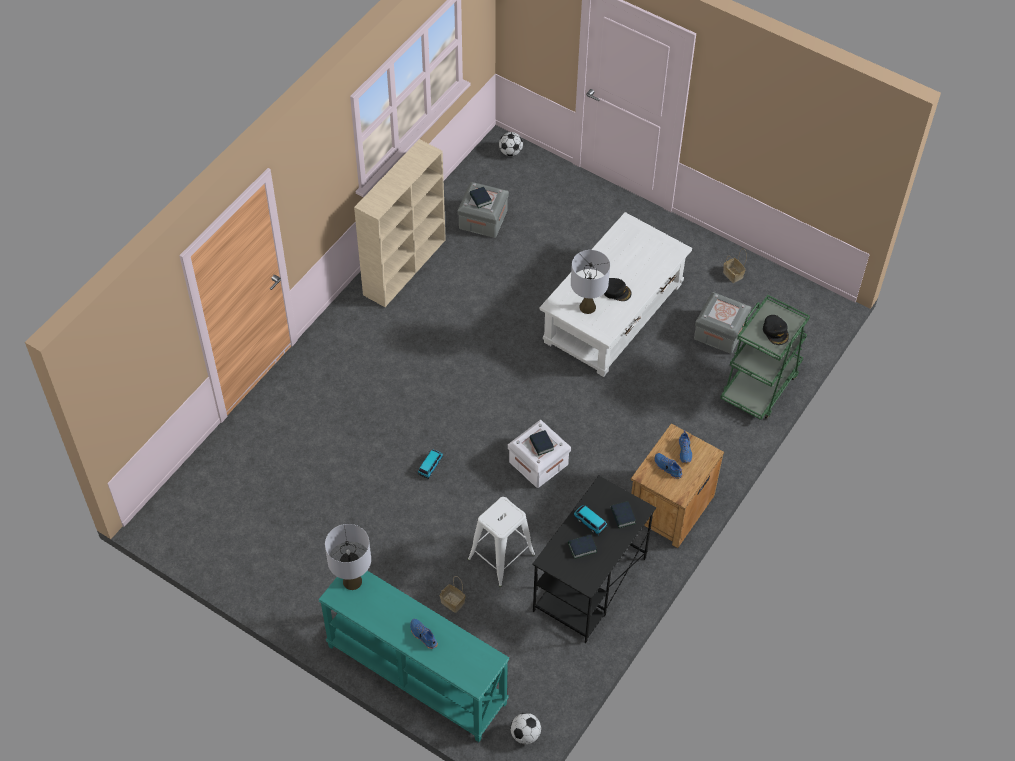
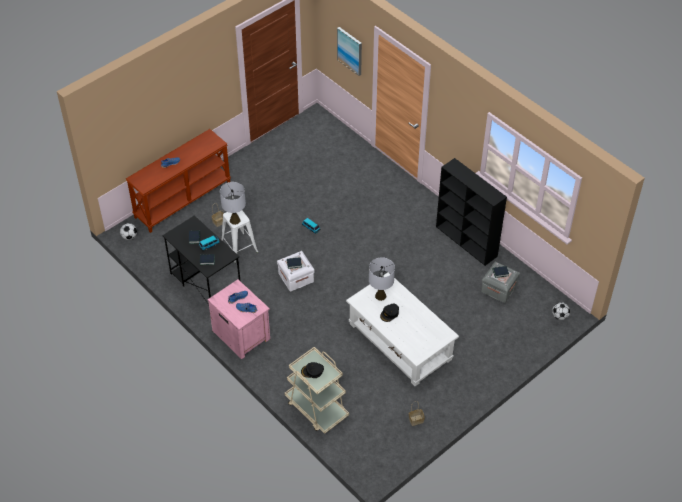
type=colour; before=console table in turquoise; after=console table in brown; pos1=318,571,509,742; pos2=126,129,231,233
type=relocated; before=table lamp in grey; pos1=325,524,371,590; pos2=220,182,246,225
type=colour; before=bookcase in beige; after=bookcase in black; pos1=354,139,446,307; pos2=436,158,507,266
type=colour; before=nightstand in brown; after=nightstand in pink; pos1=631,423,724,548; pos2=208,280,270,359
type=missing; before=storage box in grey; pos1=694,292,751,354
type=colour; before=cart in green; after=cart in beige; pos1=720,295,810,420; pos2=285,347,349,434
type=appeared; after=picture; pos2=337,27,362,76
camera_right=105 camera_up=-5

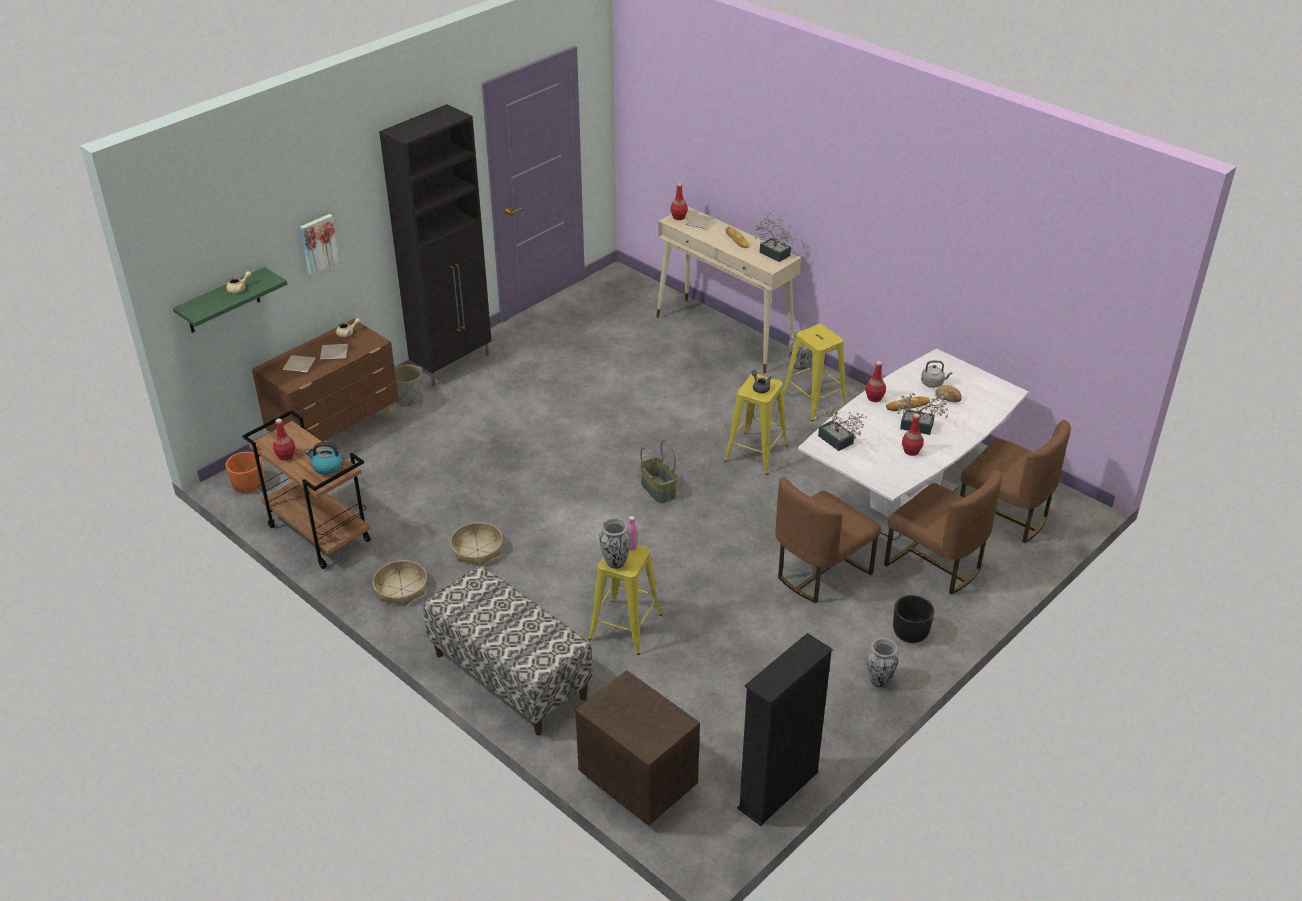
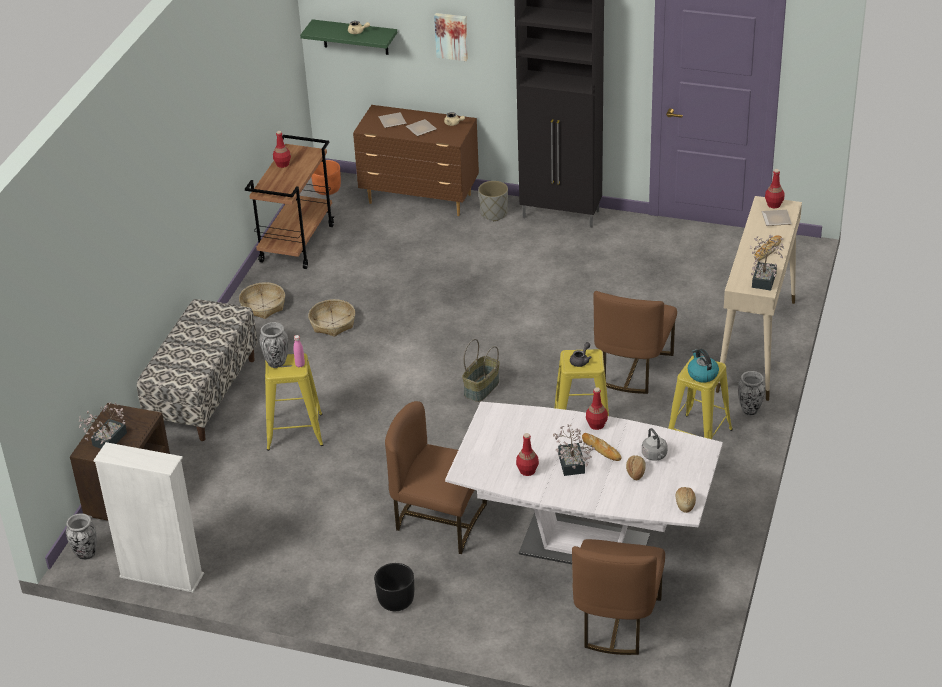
type=relocated; before=kettle; pos1=305,442,344,475; pos2=688,349,719,382
type=colour; before=bookcase in black; after=bookcase in white; pos1=737,633,833,826; pos2=93,442,204,592
type=relocated; before=potted plant; pos1=813,404,867,451; pos2=79,402,127,449
type=relocated; before=vase; pos1=867,638,899,687; pos2=66,513,97,560
type=relocated; before=chair in brown; pos1=884,469,1002,595; pos2=594,291,677,394
type=appeared; after=bread; pos2=676,487,696,513
camera_right=65 camera_up=0

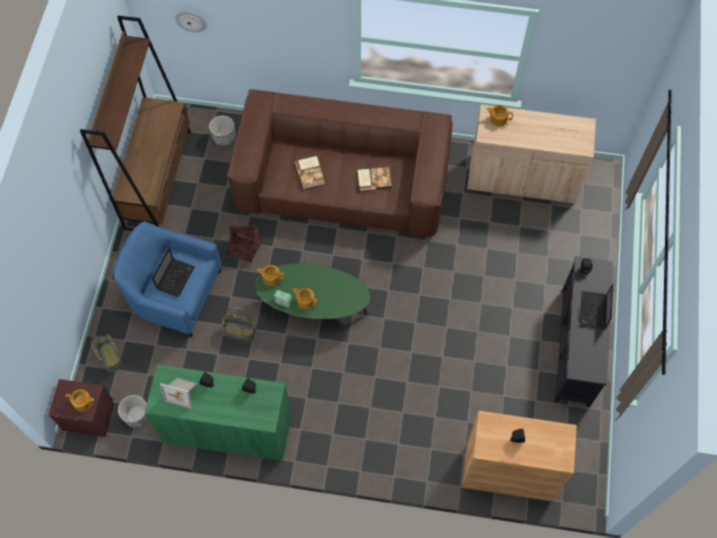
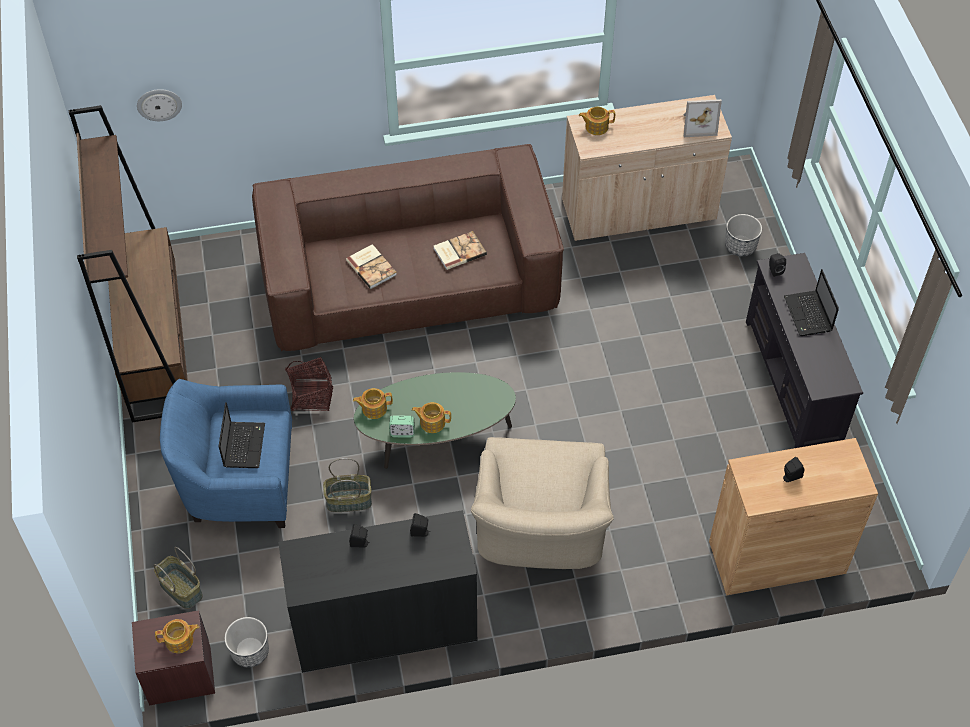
type=colour; before=cabinet in green; after=cabinet in black; pos1=145,364,291,461; pos2=278,510,477,673
type=relocated; before=picture frame; pos1=160,378,197,409; pos2=684,99,722,137
type=relocated; before=planter; pos1=209,116,235,146; pos2=725,214,762,257
type=appeared; after=armchair in beige; pos2=471,437,614,569
camera_right=-20 camera_up=-10

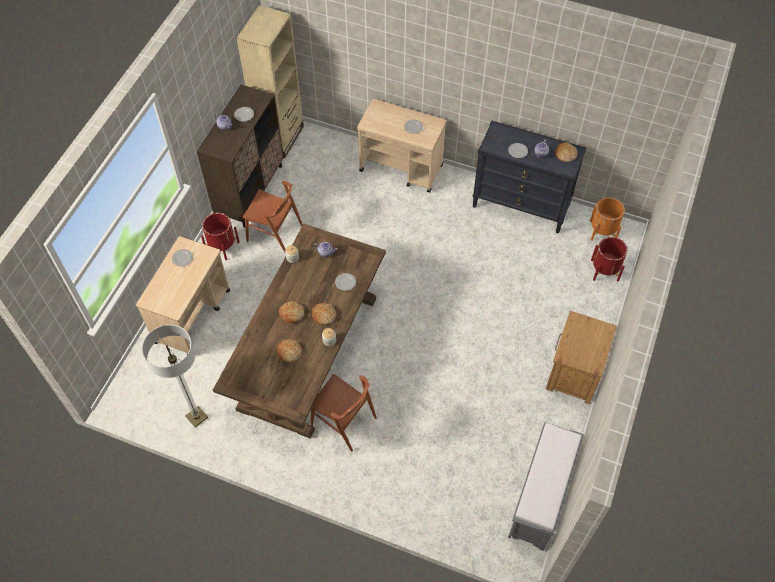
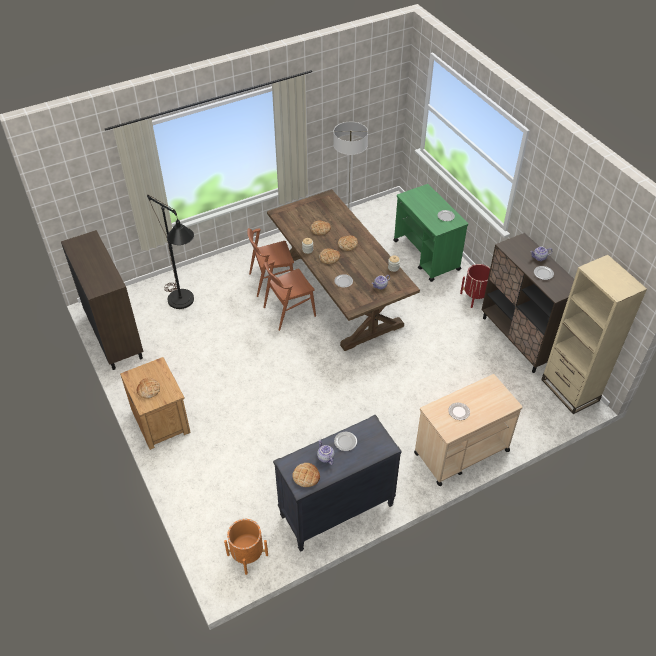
type=colour; before=cart in beige; after=cart in green; pos1=136,236,230,354; pos2=393,184,468,282
type=relocated; before=chair in brown; pos1=243,181,303,254; pos2=264,260,316,331
type=exchanged; before=bench in grey; after=cabinet in brown; pos1=508,422,584,551; pos2=61,230,144,370
type=missing; before=planter in red; pos1=591,237,627,281
type=appeared; after=bread; pos2=137,378,160,399
type=appeared; after=floor lamp in black; pos2=147,195,194,309
camera_right=130 camera_up=-10

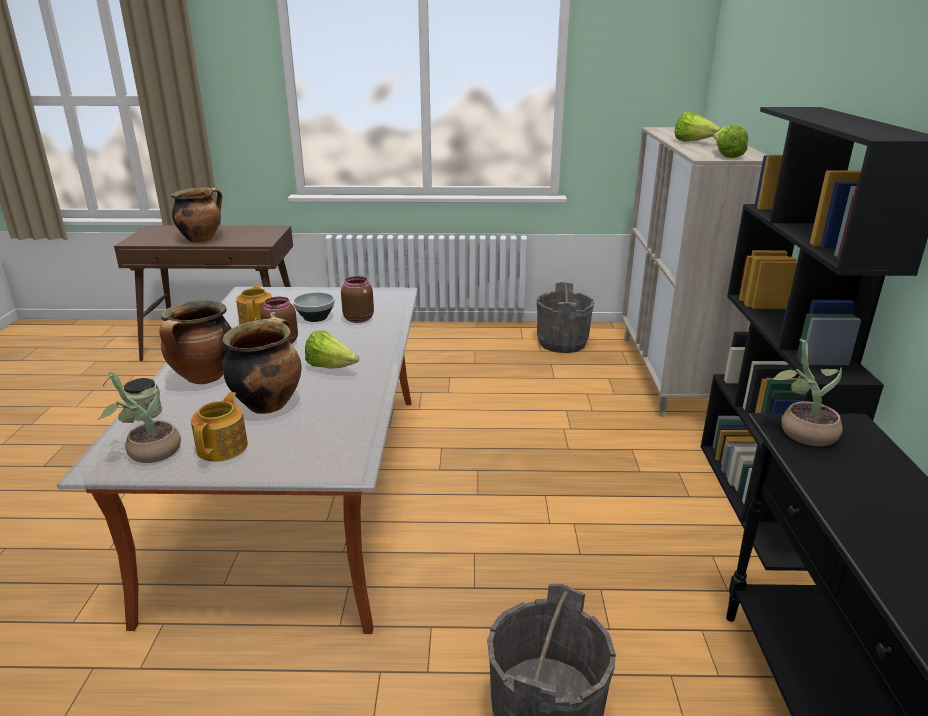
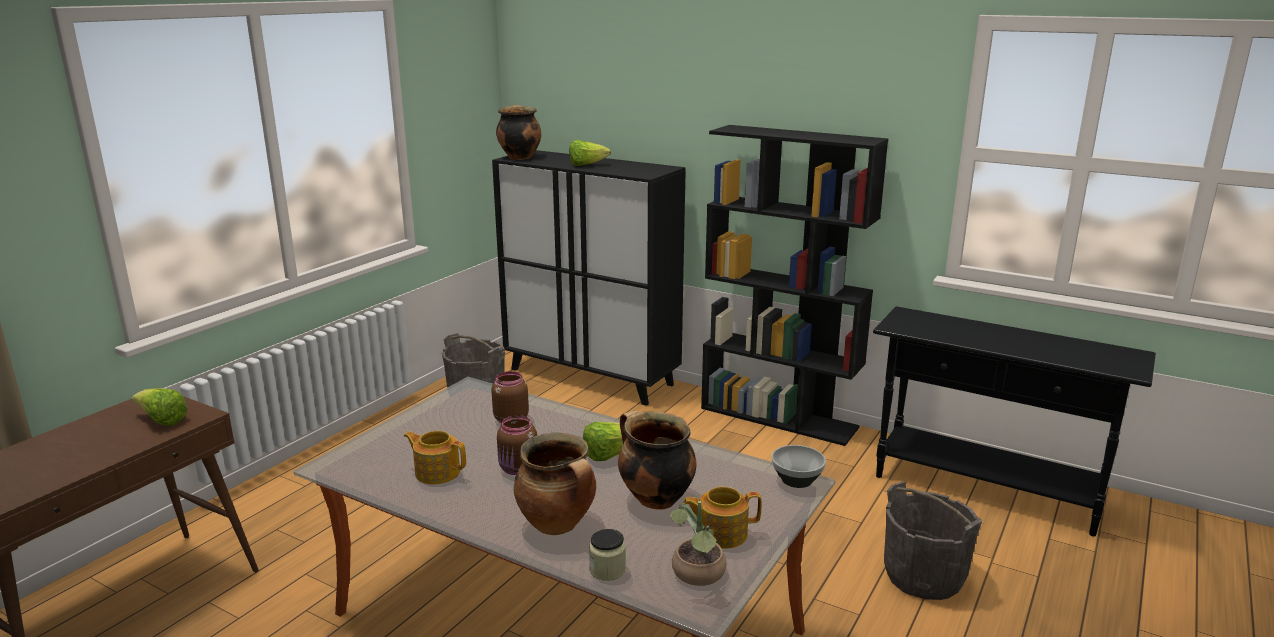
type=relocated; before=cooking pot; pos1=171,187,222,243; pos2=496,105,541,160
type=spun; before=teapot; pos1=191,392,248,461; pos2=683,486,762,548; turn=-45
type=relocated; before=bowl; pos1=293,292,335,322; pos2=771,445,826,488
type=colour; before=cabinet in beige; after=cabinet in black; pos1=622,127,766,417; pos2=492,150,685,406
type=relocated; before=lettuce; pos1=713,124,748,158; pos2=132,388,188,426
type=missing; before=potted plant; pos1=770,338,843,446
camera_right=-60 camera_up=-5

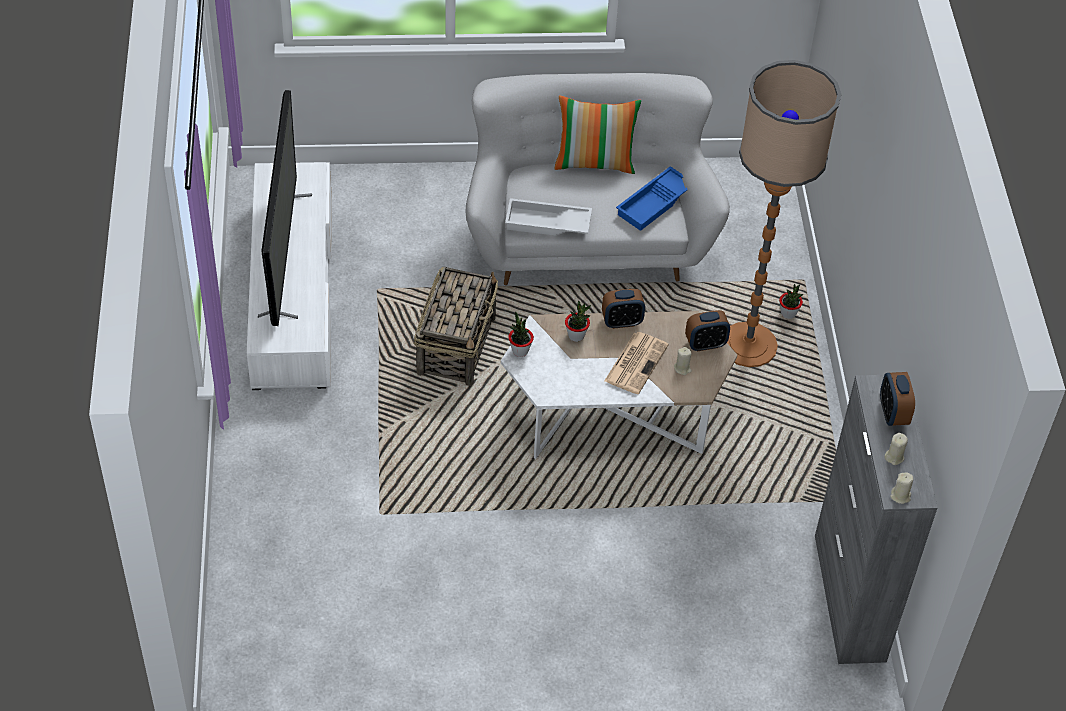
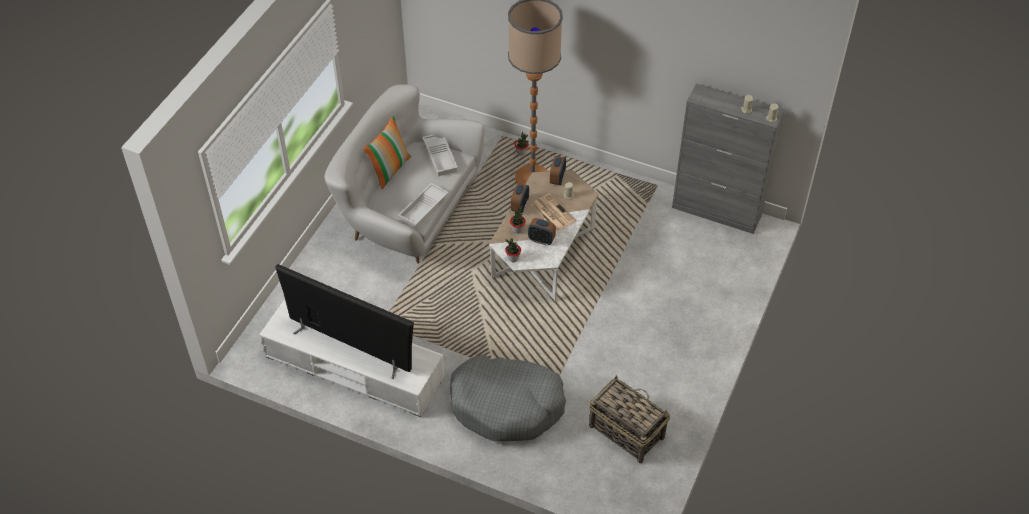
type=relocated; before=basket; pos1=414,267,498,386; pos2=589,375,670,463
type=colour; before=tray in blue; after=tray in white; pos1=616,166,688,231; pos2=422,135,458,176
type=relocated; before=alarm clock; pos1=880,372,915,426; pos2=528,218,556,246
type=appeared; after=dog bed in grey; pos2=450,355,566,442
camera_right=-60 camera_up=0

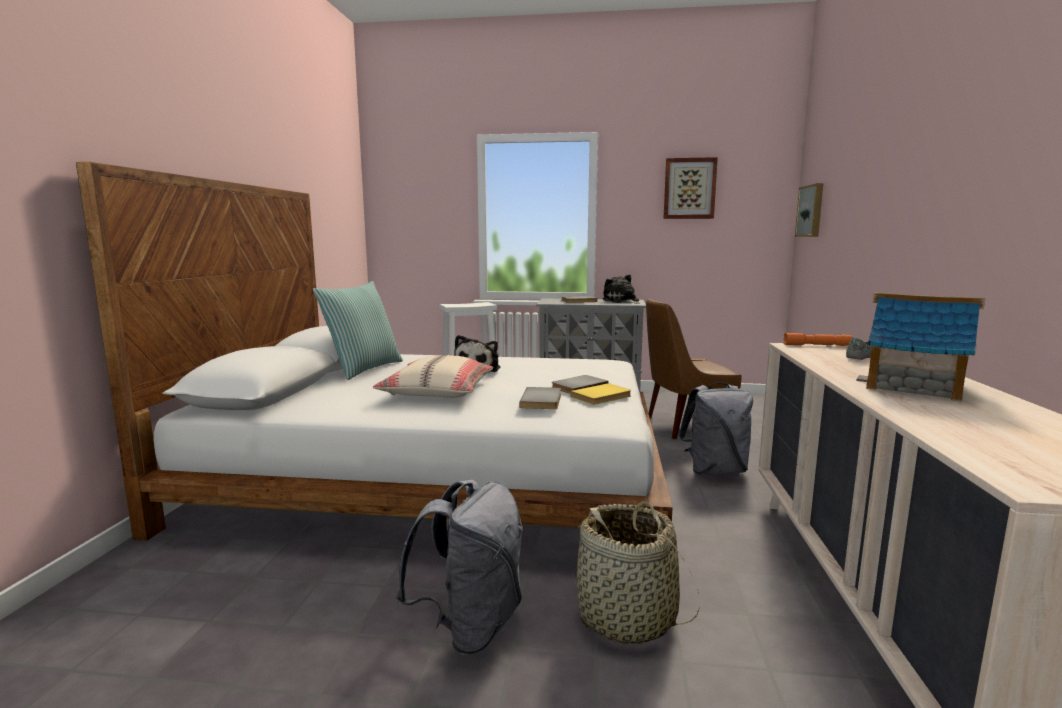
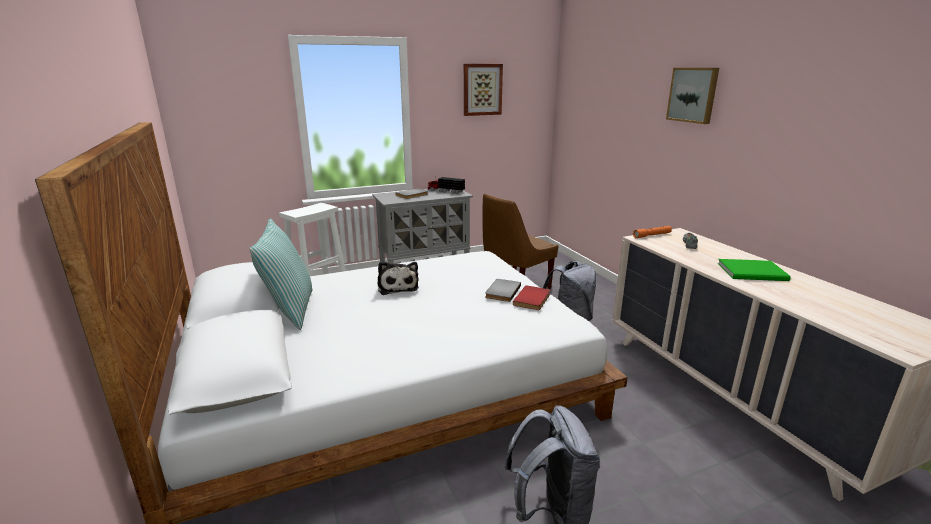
type=missing; before=pillow in beige; pos1=373,355,493,398
type=missing; before=book in grey; pos1=519,387,561,409
type=colour; before=book in yellow; after=book in red; pos1=570,383,631,405; pos2=513,285,550,310
type=missing; before=basket; pos1=573,501,700,644
type=exchanged; before=plush toy; after=toy truck; pos1=602,274,640,304; pos2=427,177,465,194
type=relocated; before=picture; pos1=795,183,824,237; pos2=666,68,719,124
type=exchanged; before=toy house; after=book in green; pos1=857,292,985,401; pos2=718,259,791,281
camera_right=-30 camera_up=10

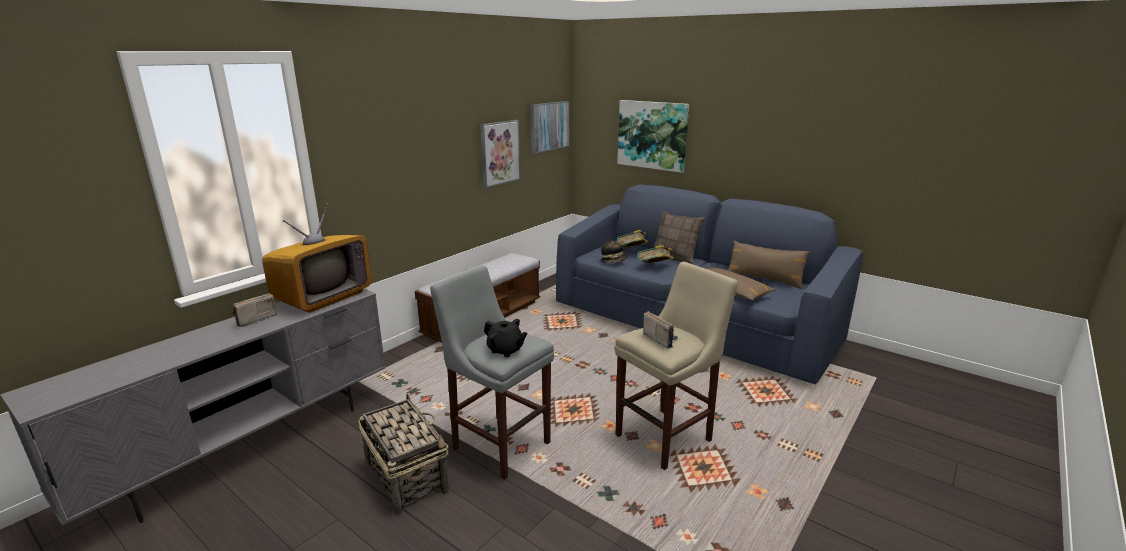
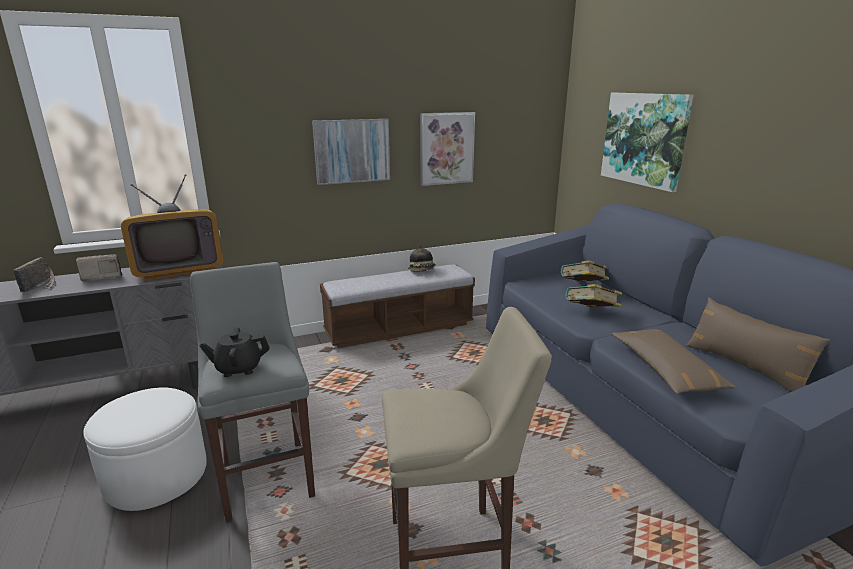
type=exchanged; before=basket; after=ottoman in white; pos1=358,393,449,516; pos2=83,387,207,511
type=spun; before=teapot in black; pos1=484,319,527,357; pos2=200,327,270,377; turn=105
type=relocated; before=picture; pos1=531,101,570,154; pos2=312,119,390,185
type=relocated; before=hat; pos1=600,238,627,263; pos2=408,245,436,271
type=relocated; before=radio; pos1=643,311,680,349; pos2=13,257,56,293
type=missing; before=pillow; pos1=653,211,705,264
camera_right=30 camera_up=0

